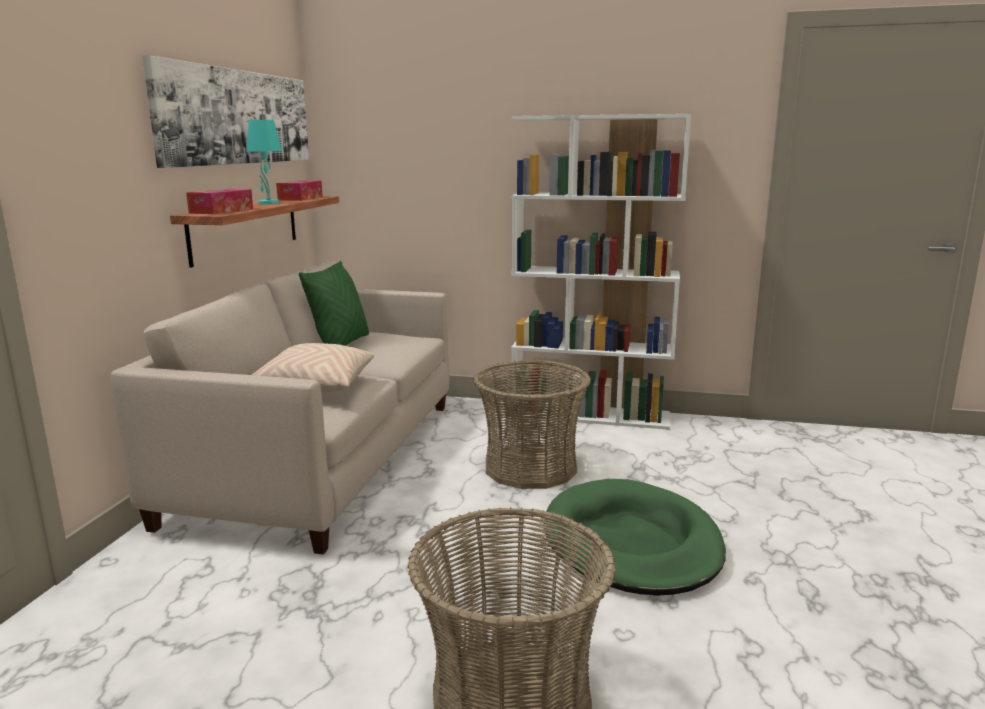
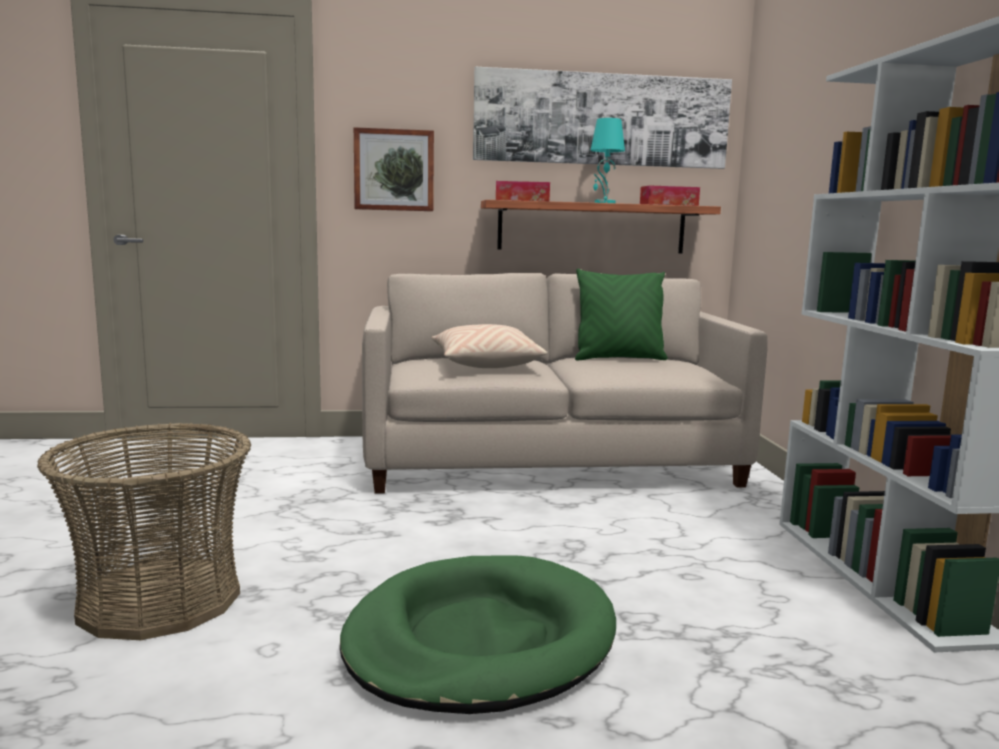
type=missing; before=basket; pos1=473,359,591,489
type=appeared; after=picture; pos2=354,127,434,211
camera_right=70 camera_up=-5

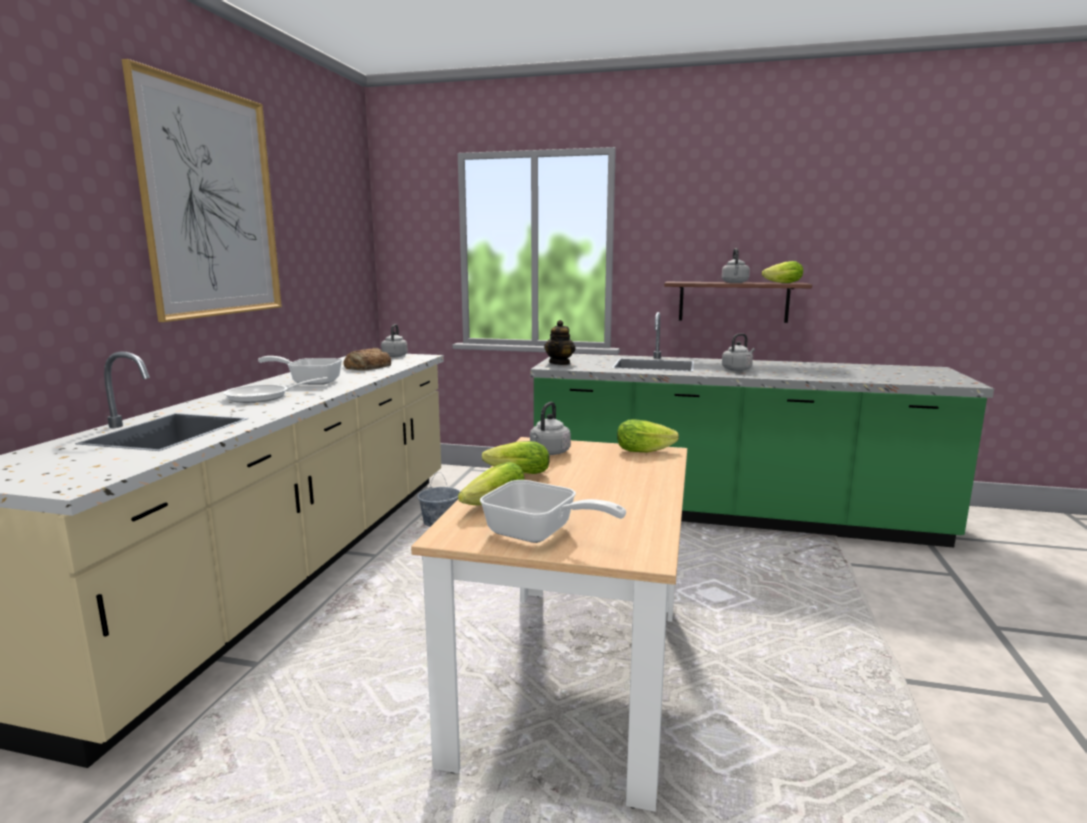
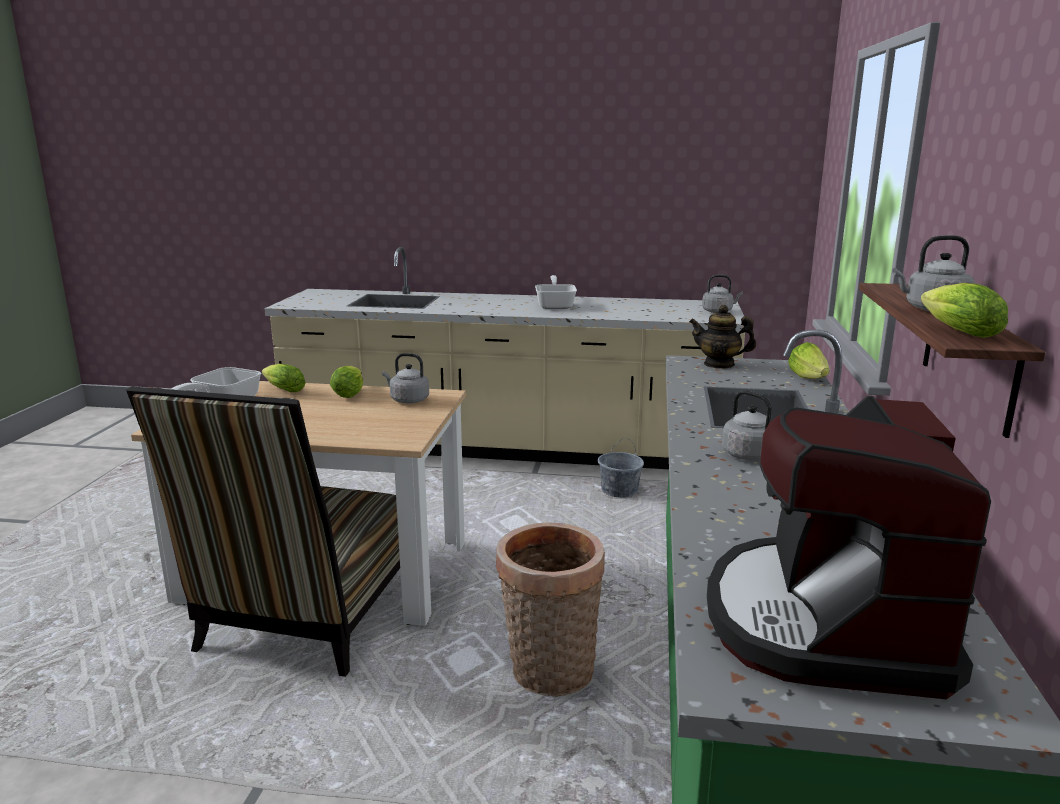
type=missing; before=picture; pos1=122,59,282,322
type=missing; before=frying pan; pos1=223,377,328,403
type=missing; before=bread; pos1=343,348,391,370
type=relocated; before=lettuce; pos1=617,419,679,452; pos2=788,342,830,379
type=appeared; after=chair; pos2=126,386,400,677
type=appeared; after=basket; pos2=496,522,605,697
type=appeared; after=coffee machine; pos2=707,396,991,699
camera_right=85 camera_up=5

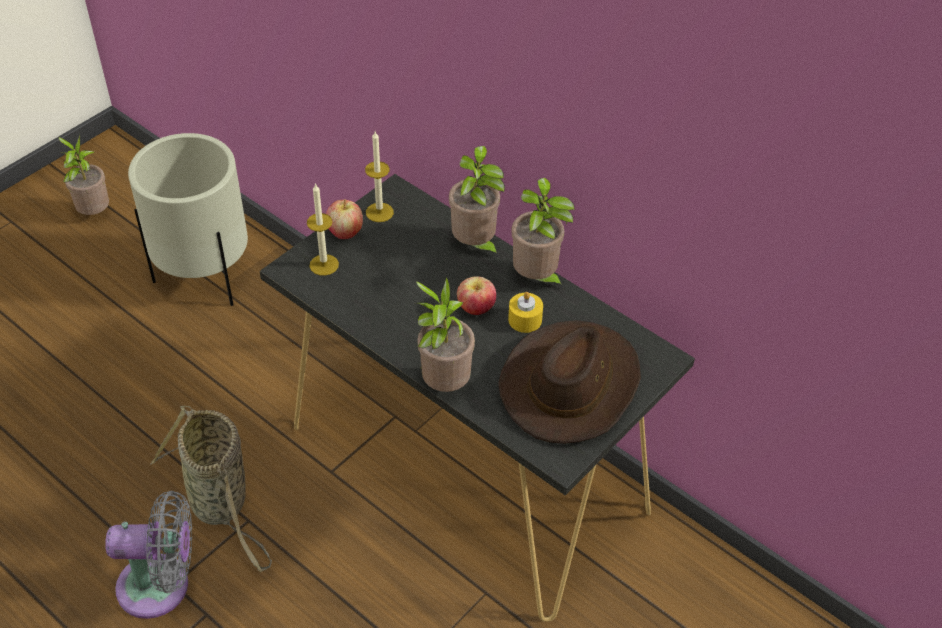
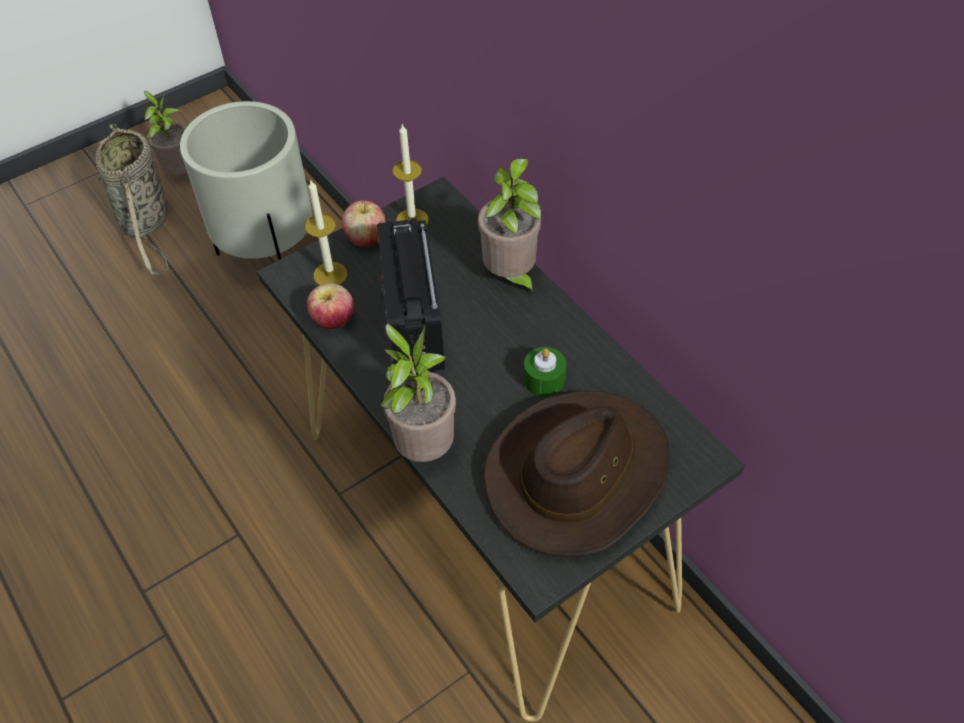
type=missing; before=fan in grey; pos1=105,491,192,619
type=relocated; before=basket; pos1=150,406,272,572; pos2=95,124,168,274
type=relocated; before=apple; pos1=457,276,496,315; pos2=307,283,354,329
type=colour; before=candle in yellow; after=candle in green; pos1=508,292,543,333; pos2=524,347,566,397
type=missing; before=potted plant; pos1=511,178,575,290
type=appeared; after=radio; pos2=377,218,445,372
camera_right=15 camera_up=5

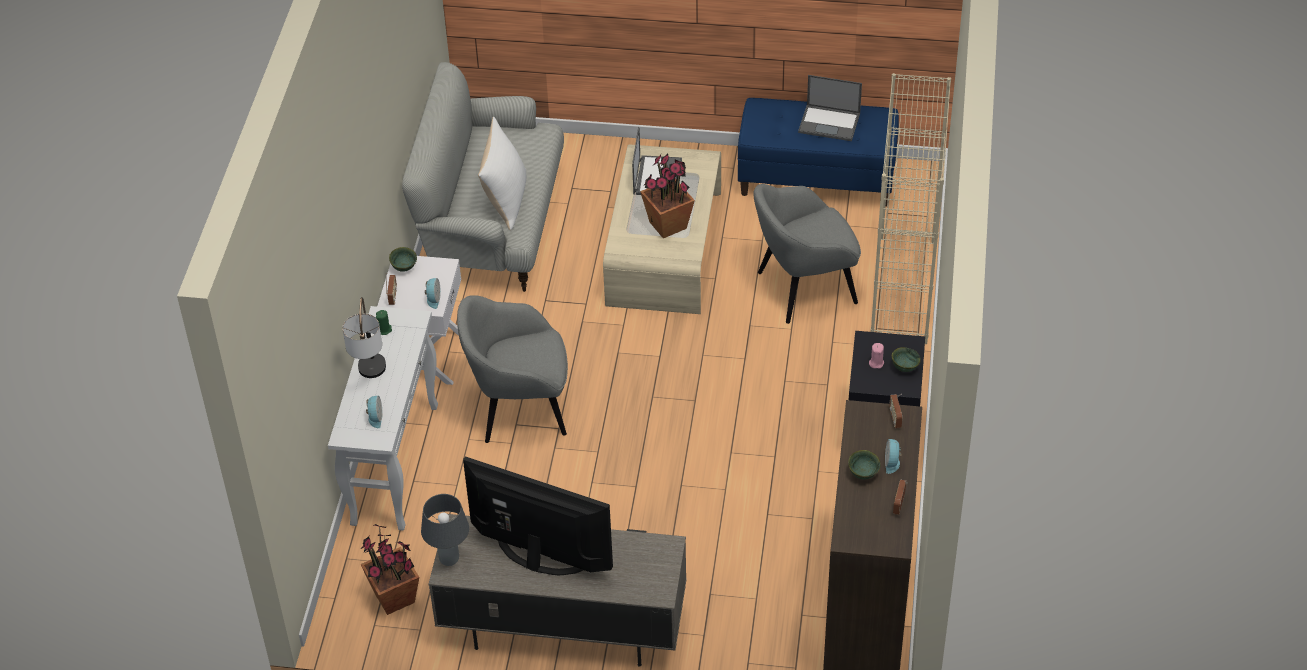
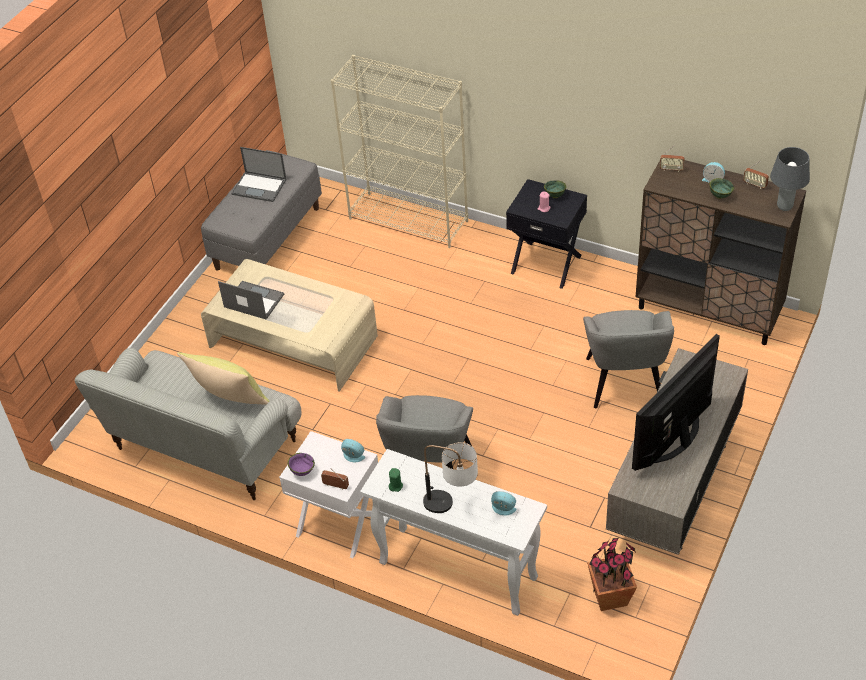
type=colour; before=bowl in green; after=bowl in purple; pos1=389,247,417,272; pos2=288,453,315,476
type=relocated; before=table lamp in grey; pos1=421,494,469,566; pos2=770,147,810,211
type=colour; before=pillow in white; after=pillow in yellow; pos1=478,117,527,230; pos2=177,352,270,405
type=missing; before=potted plant; pos1=640,153,695,238
type=colour; before=bench in blue; after=bench in grey; pos1=738,98,899,207; pos2=201,150,322,271
type=relocated; before=armchair in grey; pos1=753,184,861,324; pos2=583,310,674,409
type=spun; before=laptop; pos1=798,75,862,141; pos2=231,147,287,202; turn=75
camera_right=-70 camera_up=0

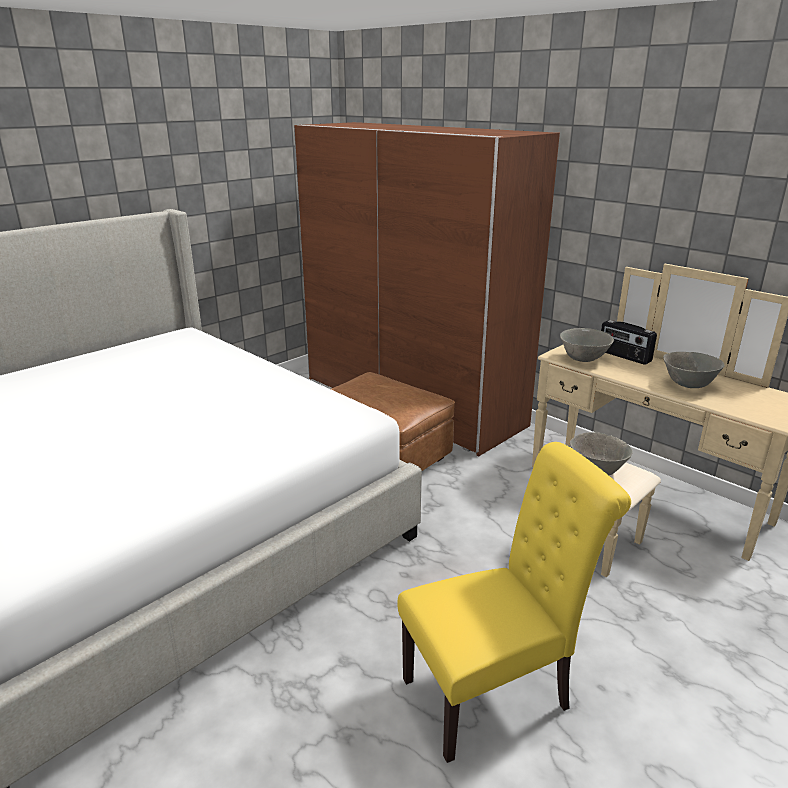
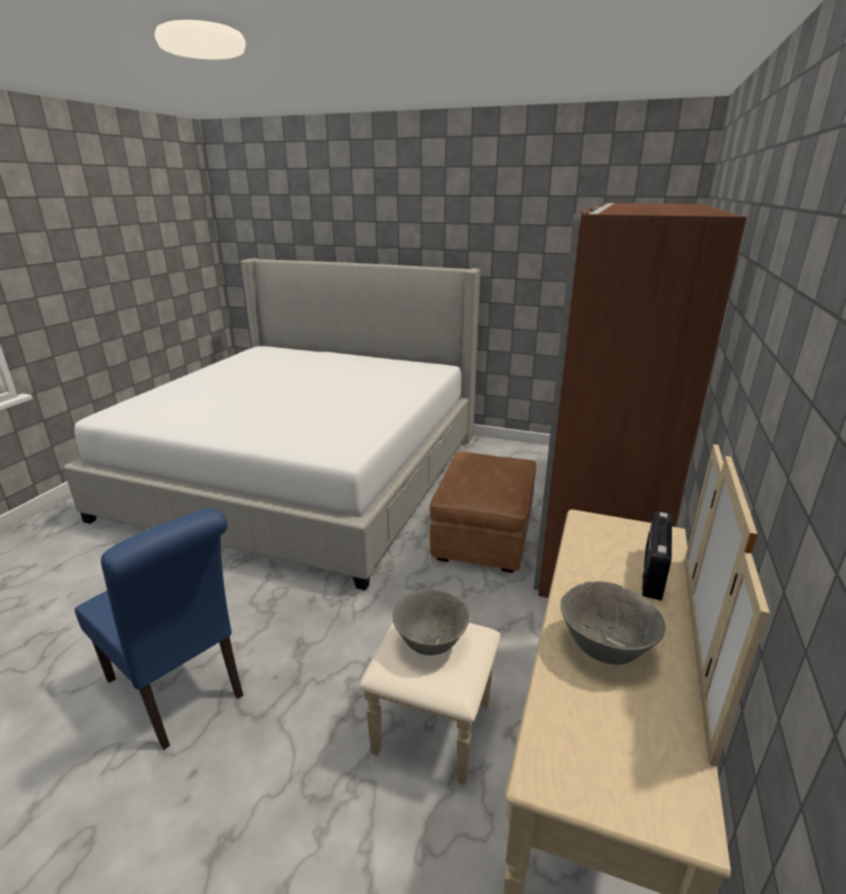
type=colour; before=chair in yellow; after=chair in blue; pos1=397,442,631,763; pos2=74,508,243,750
type=missing; before=bowl in grey; pos1=560,328,614,362
camera_right=65 camera_up=0

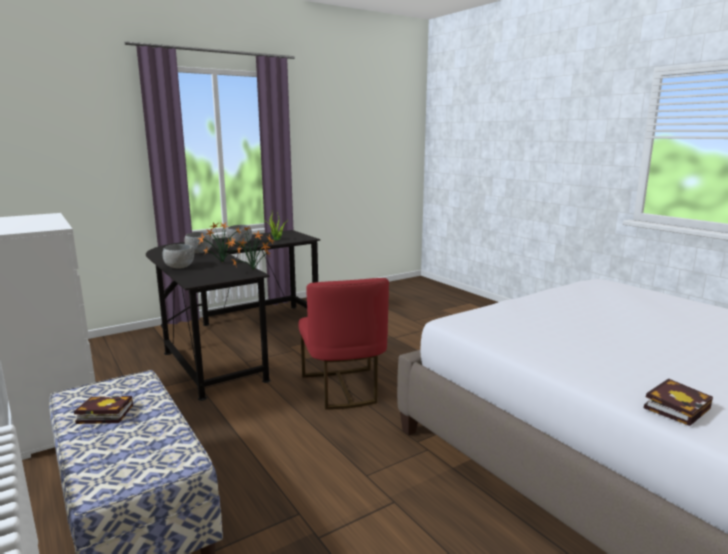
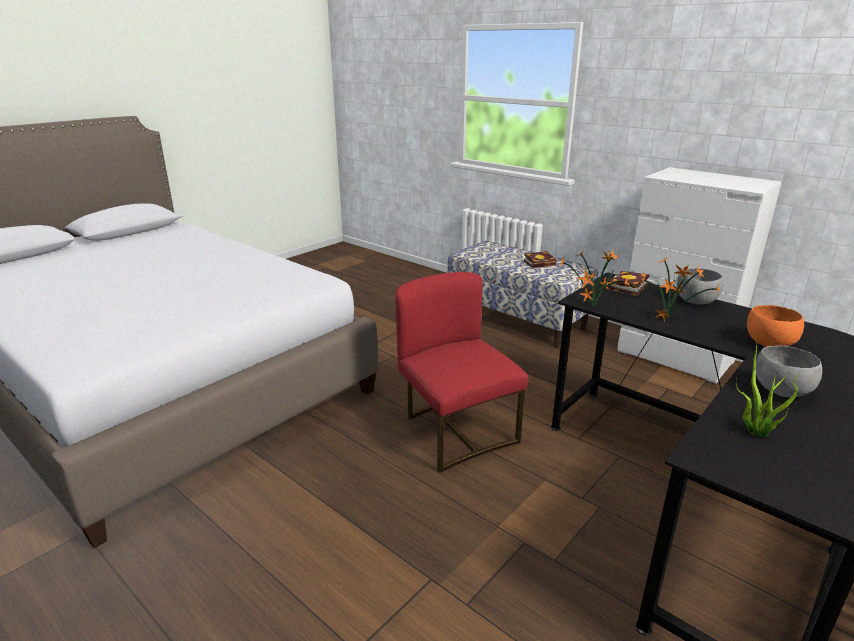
type=colour; before=bowl in grey; after=bowl in orange; pos1=184,232,213,253; pos2=747,305,804,347
type=relocated; before=book; pos1=644,378,713,426; pos2=608,271,650,296
camera_right=165 camera_up=10

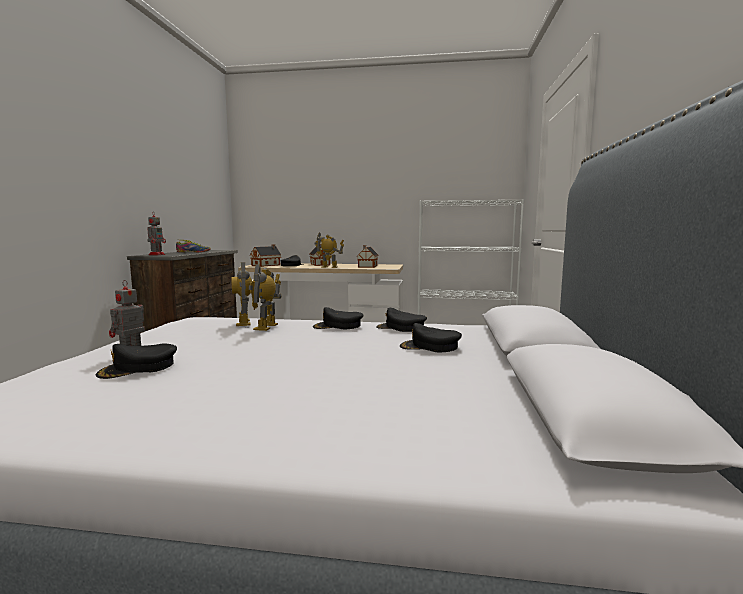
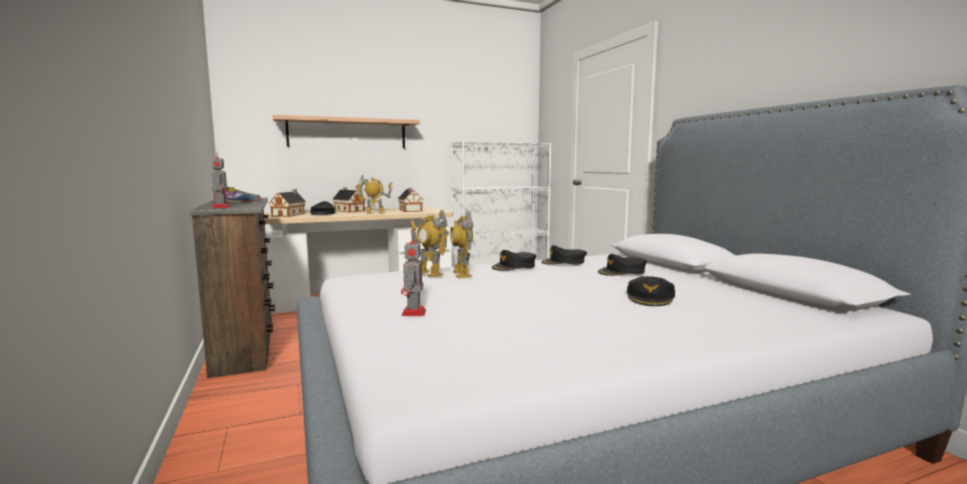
type=relocated; before=cap in black; pos1=96,343,177,379; pos2=627,276,675,306
type=appeared; after=shelf; pos2=273,115,420,148
camera_right=-30 camera_up=0

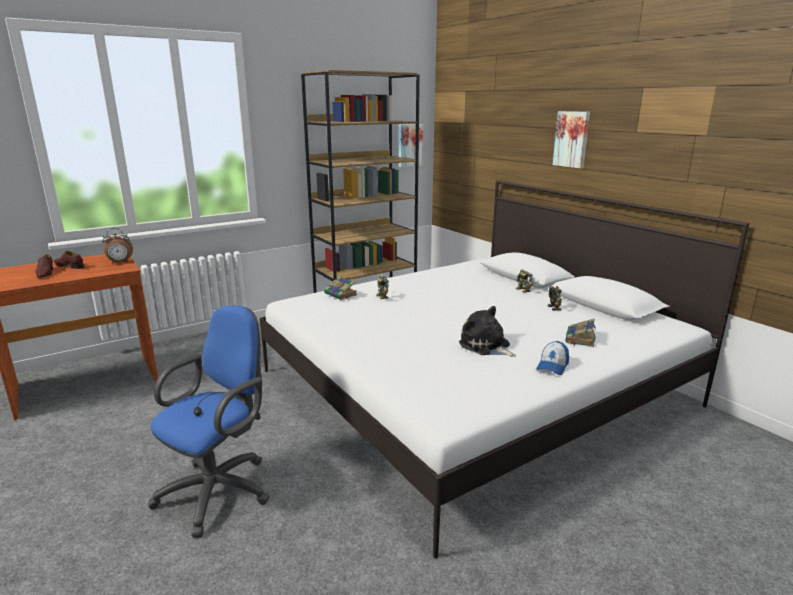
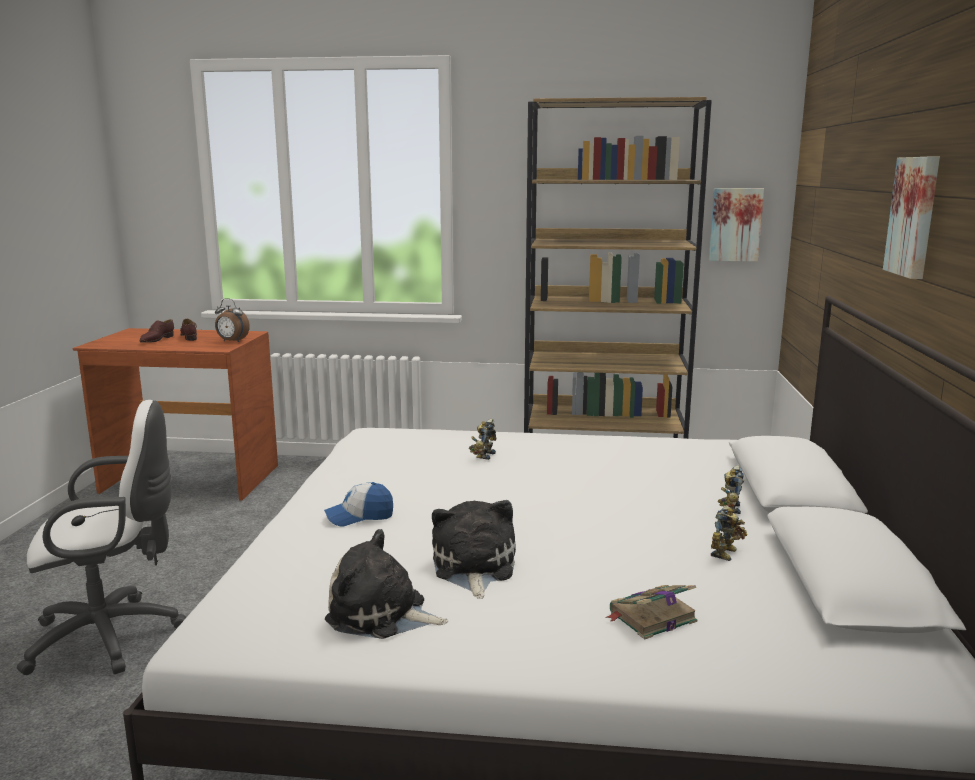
type=colour; before=office chair in blue; after=office chair in white; pos1=148,306,270,538; pos2=17,400,186,675
type=missing; before=book; pos1=324,276,357,300
type=relocated; before=cap; pos1=536,341,569,375; pos2=324,482,393,527
type=appeared; after=plush toy; pos2=325,529,448,639
camera_right=40 camera_up=-5

